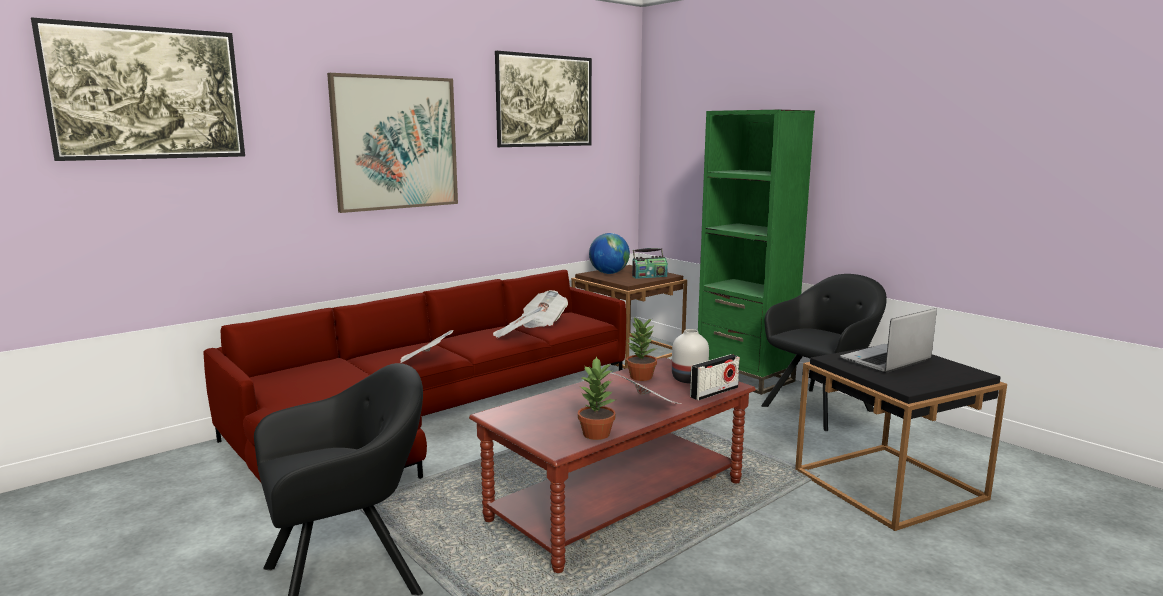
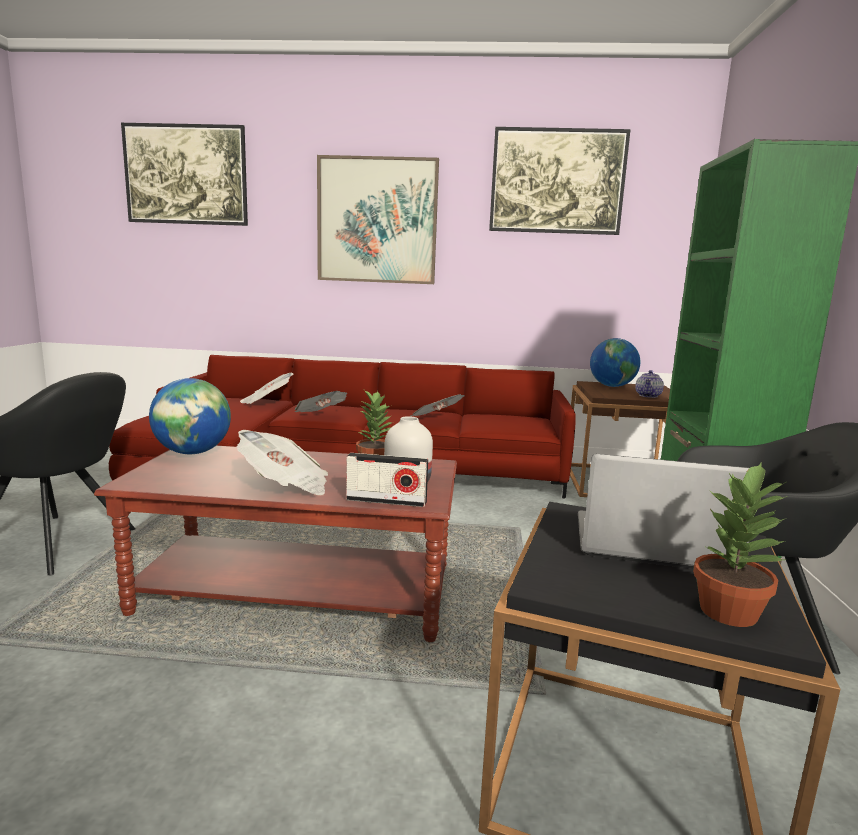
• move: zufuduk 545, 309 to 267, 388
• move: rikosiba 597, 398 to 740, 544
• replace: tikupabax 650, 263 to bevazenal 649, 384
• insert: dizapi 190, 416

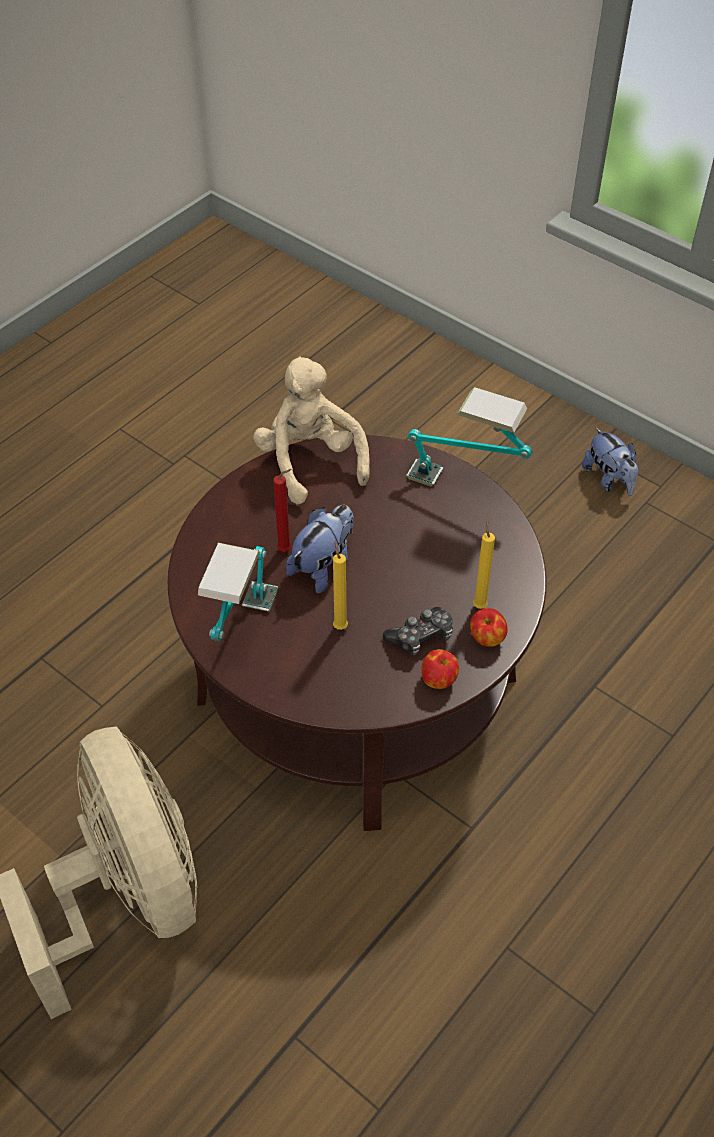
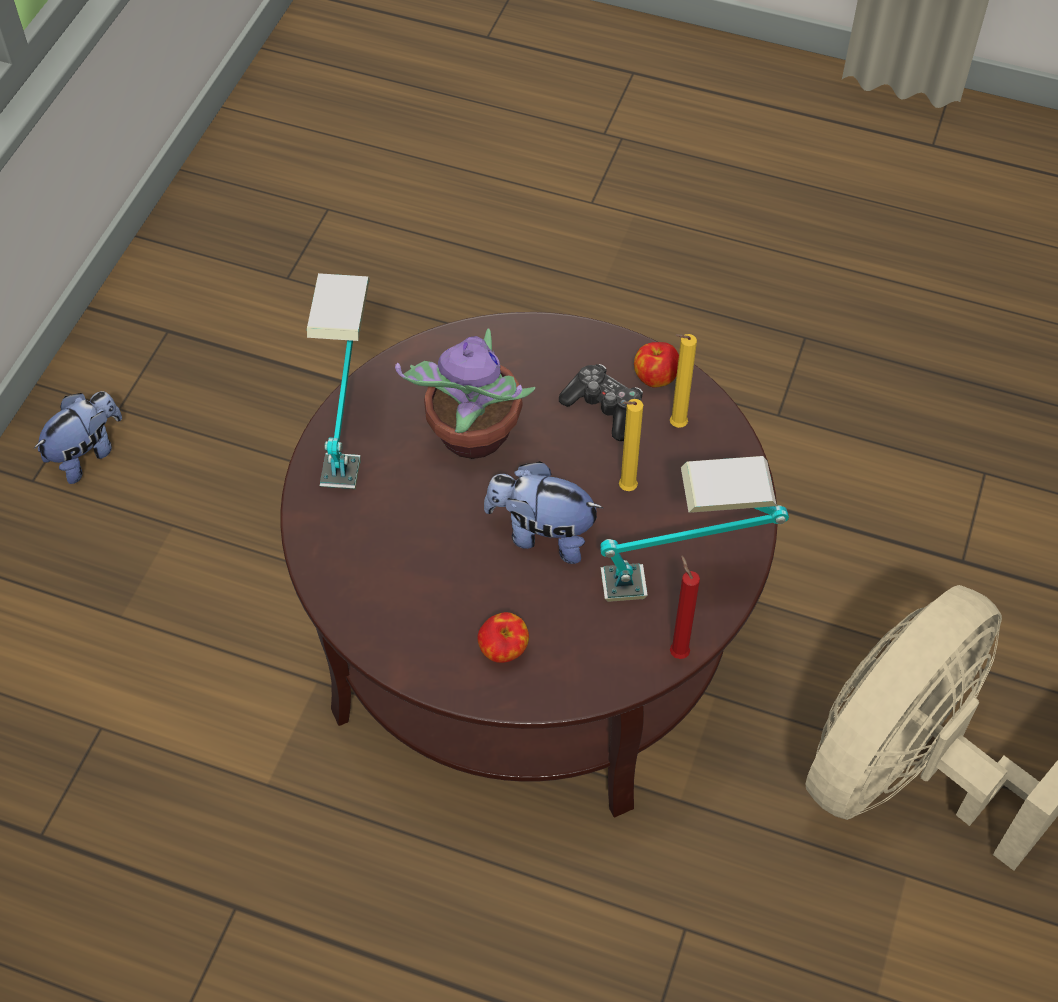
• delete: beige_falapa 311, 430
• move: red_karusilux 282, 510 to 685, 607
• move: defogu 489, 627 to 503, 637
• move: yellow_karusilux 484, 564 to 683, 381
• insert: rikosiba 465, 394

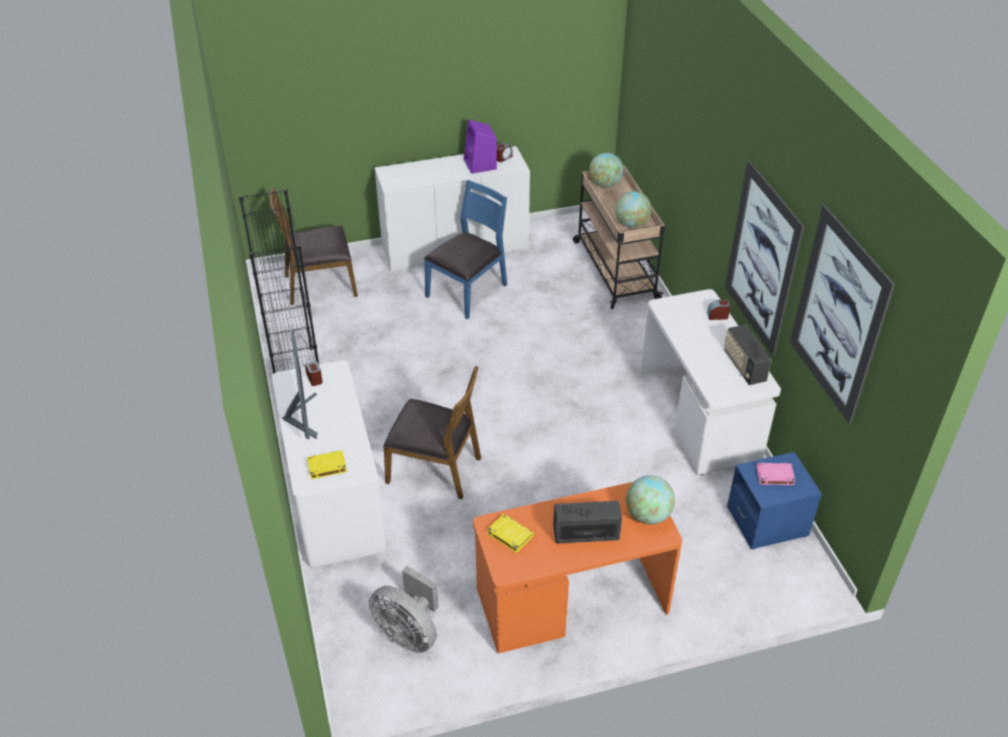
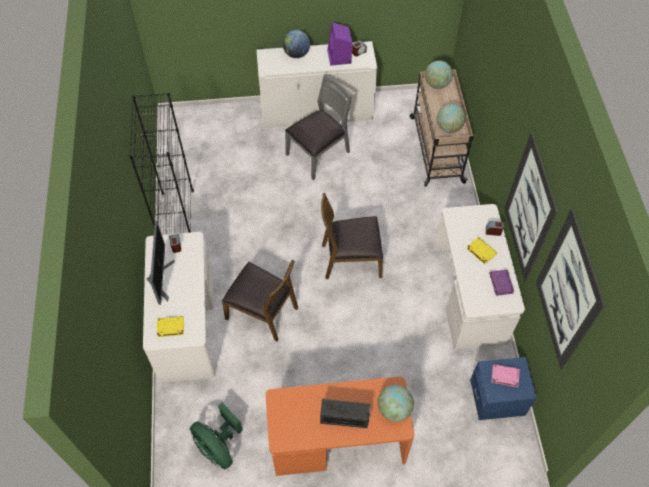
• move: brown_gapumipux 314, 246 to 352, 236
• recolor: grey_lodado 404, 609 to green_lodado 216, 436
• recolor: blue_gapumipux 465, 249 to grey_gapumipux 318, 127
• move: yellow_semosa 510, 533 to 481, 251
• replace: tikupabax 748, 354 to purple_semosa 501, 282
• insert: dizapi 296, 44

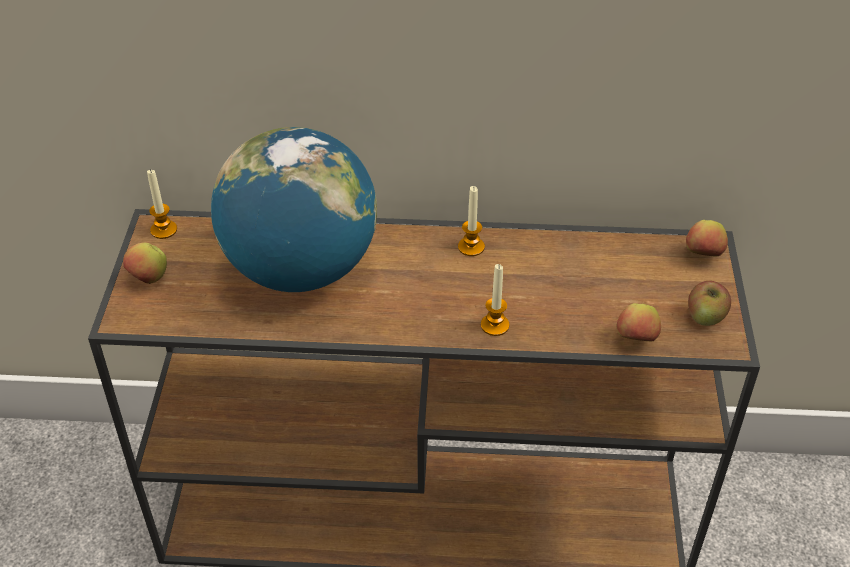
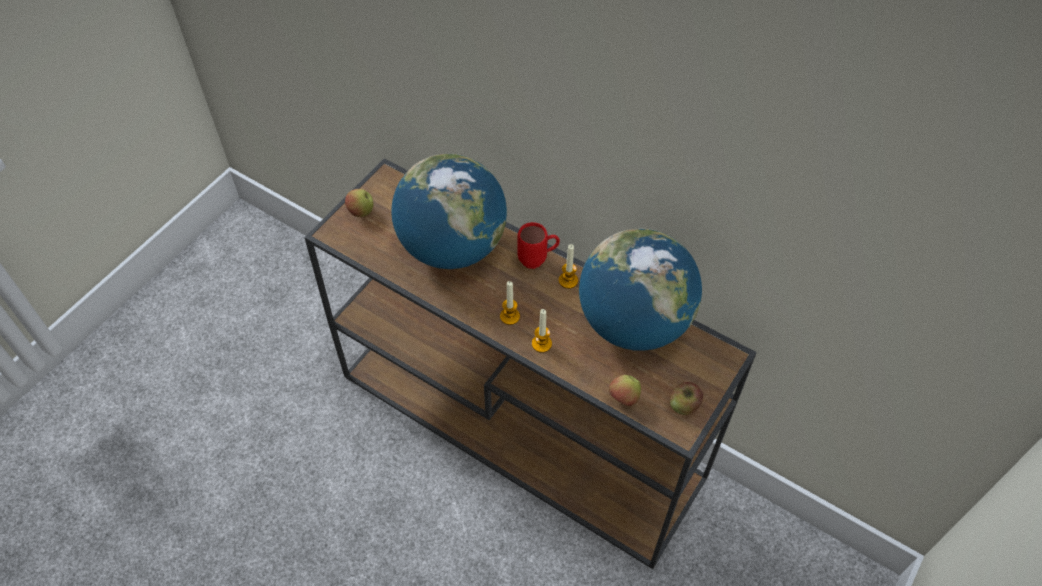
• move: karusilux 162, 204 to 510, 303
• delete: defogu 707, 238
• insert: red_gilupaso 538, 245
• insert: dizapi 640, 290

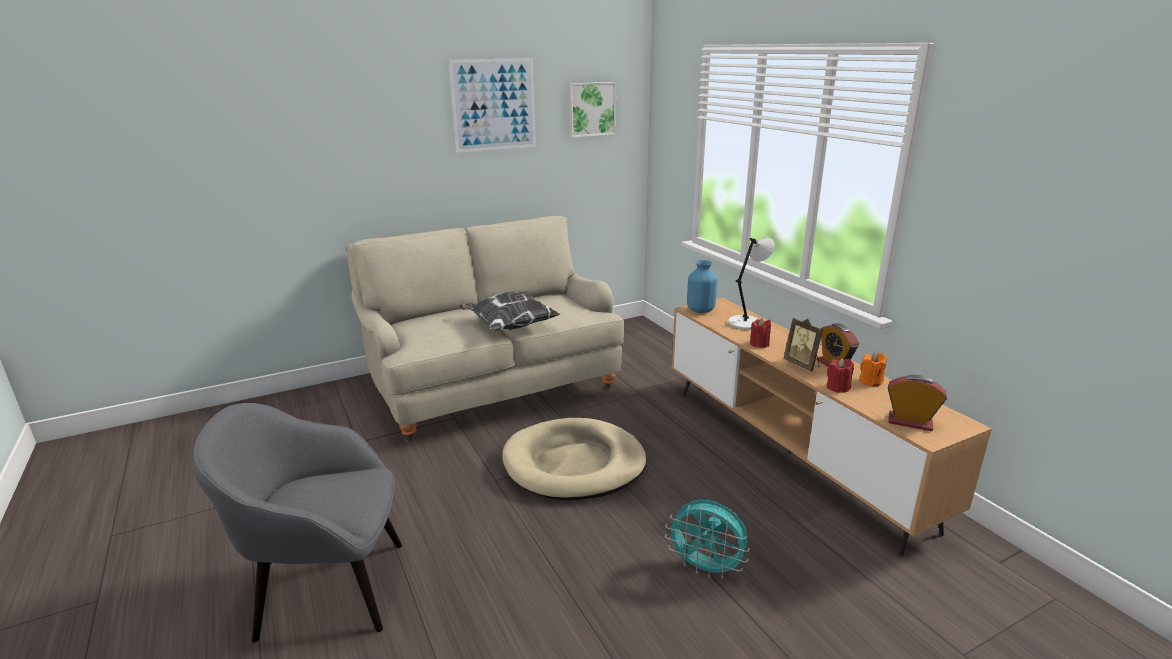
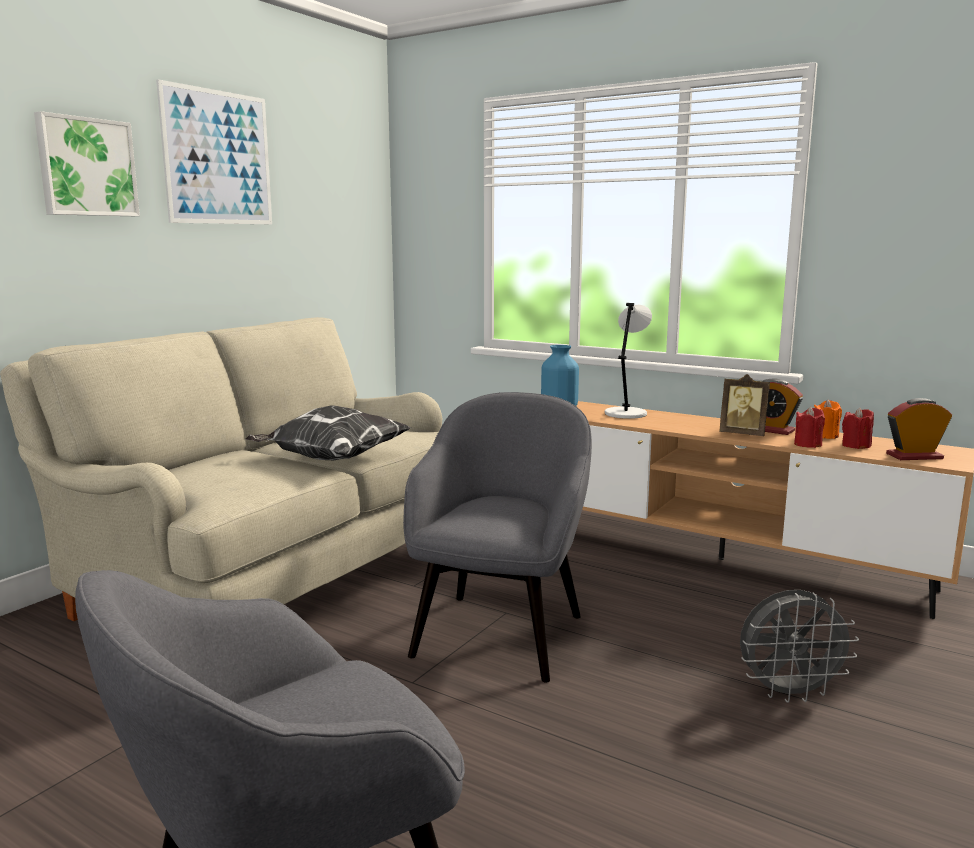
• replace: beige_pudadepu 574, 459 to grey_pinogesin 497, 537
• move: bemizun 592, 110 to 87, 163
• recolor: turquoise_lodado 707, 539 to grey_lodado 799, 646
• move: red_karusilux 760, 333 to 858, 428

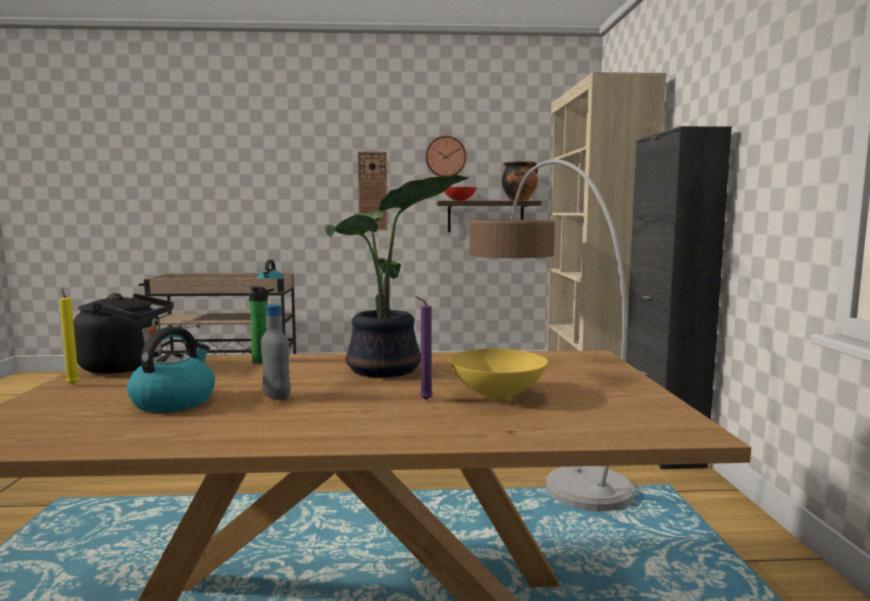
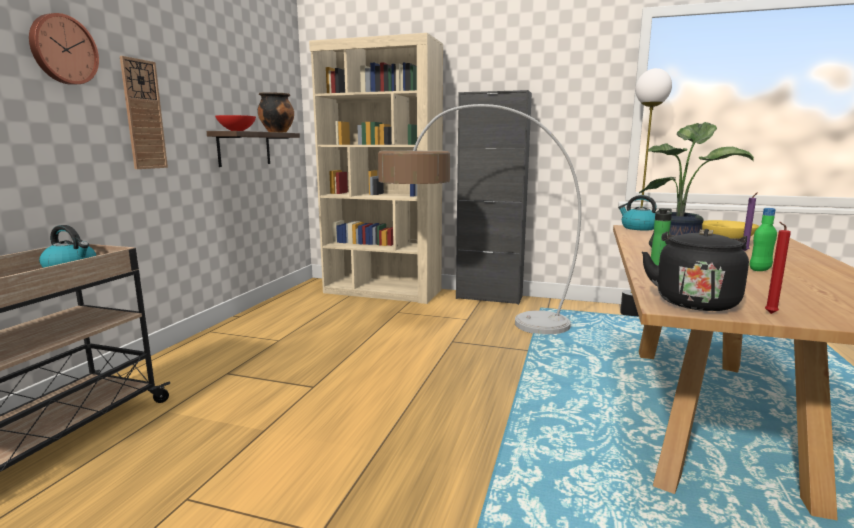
• recolor: yellow_karusilux 69, 336 to red_karusilux 778, 268
• move: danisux 171, 370 to 637, 213
• recolor: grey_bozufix 276, 352 to green_bozufix 763, 239
• move: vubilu 446, 156 to 64, 49
• insert: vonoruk 646, 192

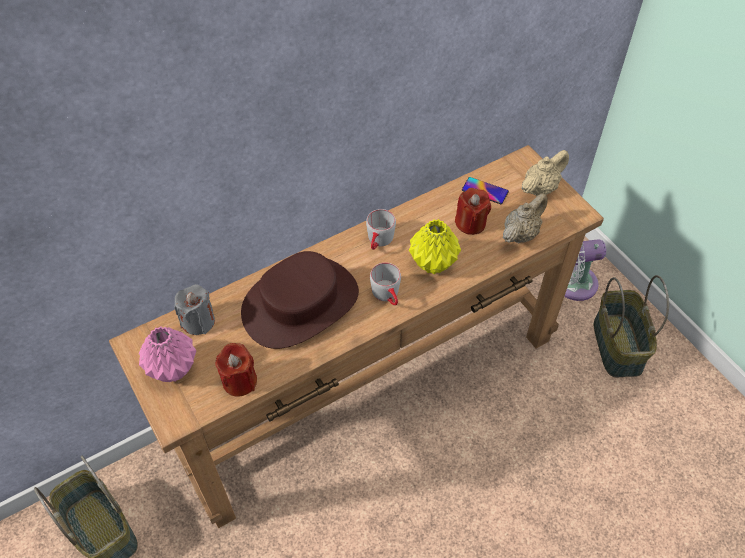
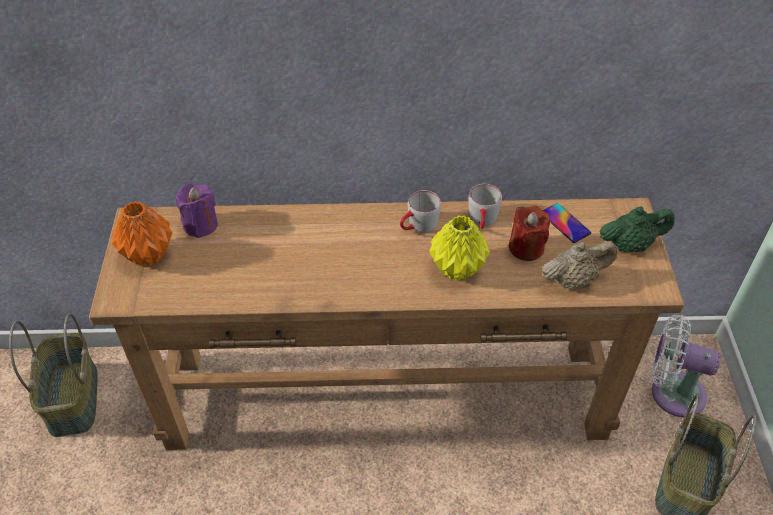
• recolor: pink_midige 167, 354 to orange_midige 142, 233
• recolor: grey_karusilux 194, 309 to purple_karusilux 197, 211
• delete: red_karusilux 236, 370
• delete: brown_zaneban 300, 300
• move: grey_gilupaso 385, 283 to 485, 206
• recolor: beige_bevazenal 545, 173 to green_bevazenal 637, 229

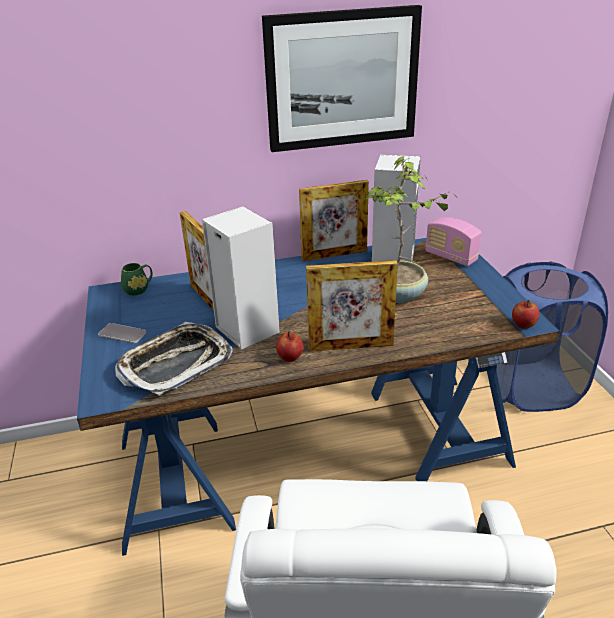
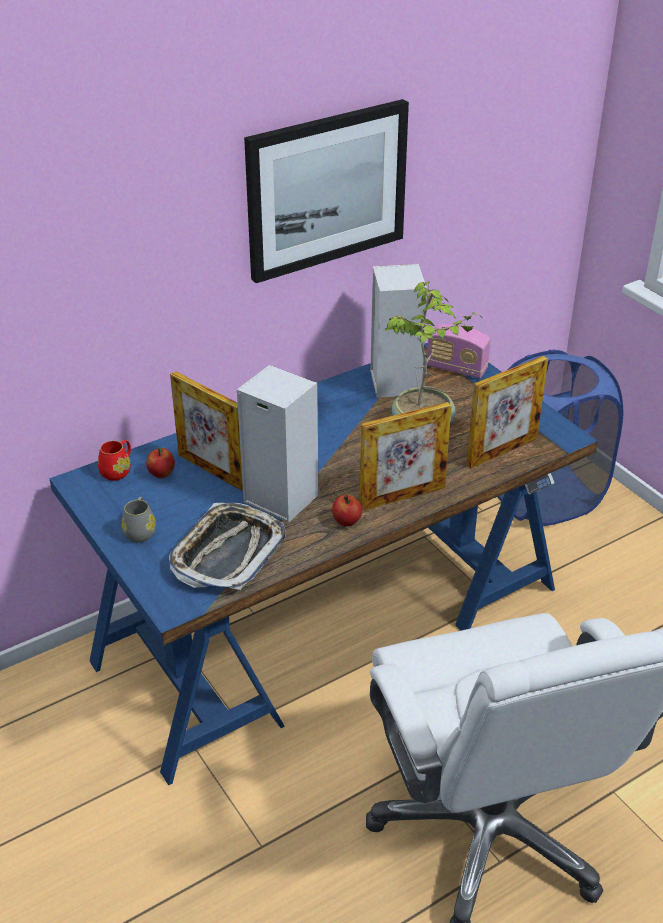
• replace: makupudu 122, 333 to grey_gilupaso 138, 520
• recolor: green_gilupaso 137, 279 to red_gilupaso 114, 460
• move: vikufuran 334, 220 to 507, 411
• move: defogu 525, 314 to 160, 463

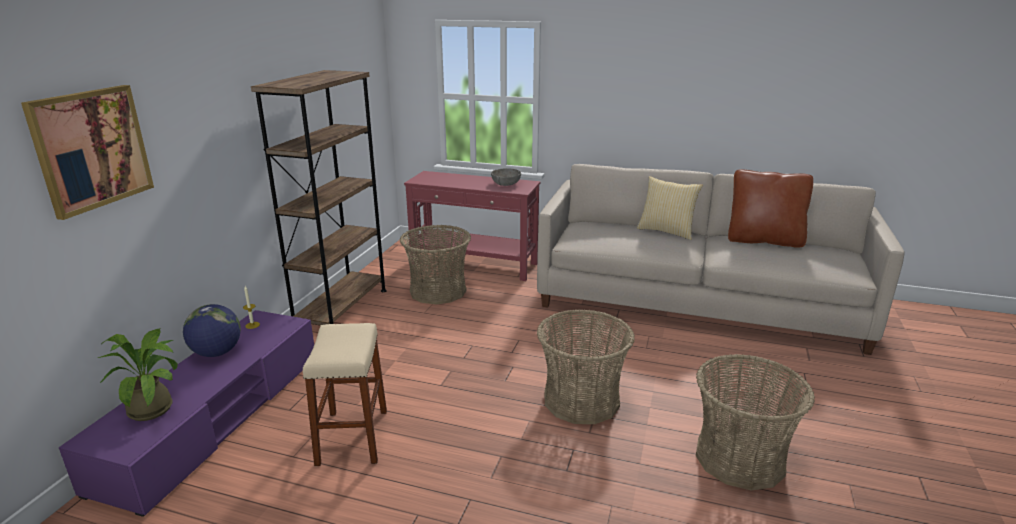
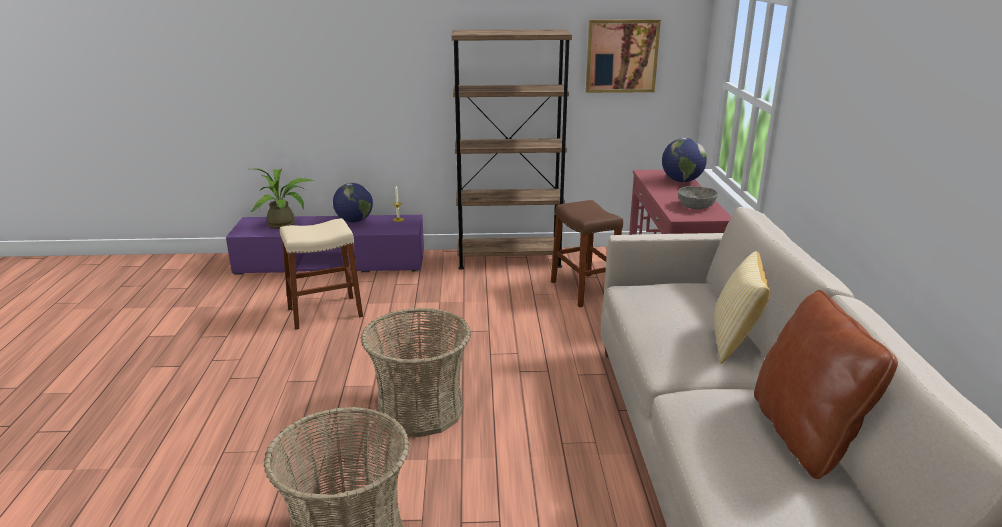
• move: bemizun 87, 152 to 623, 56
• replace: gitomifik 435, 264 to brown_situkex 587, 253
• insert: dizapi 684, 160

